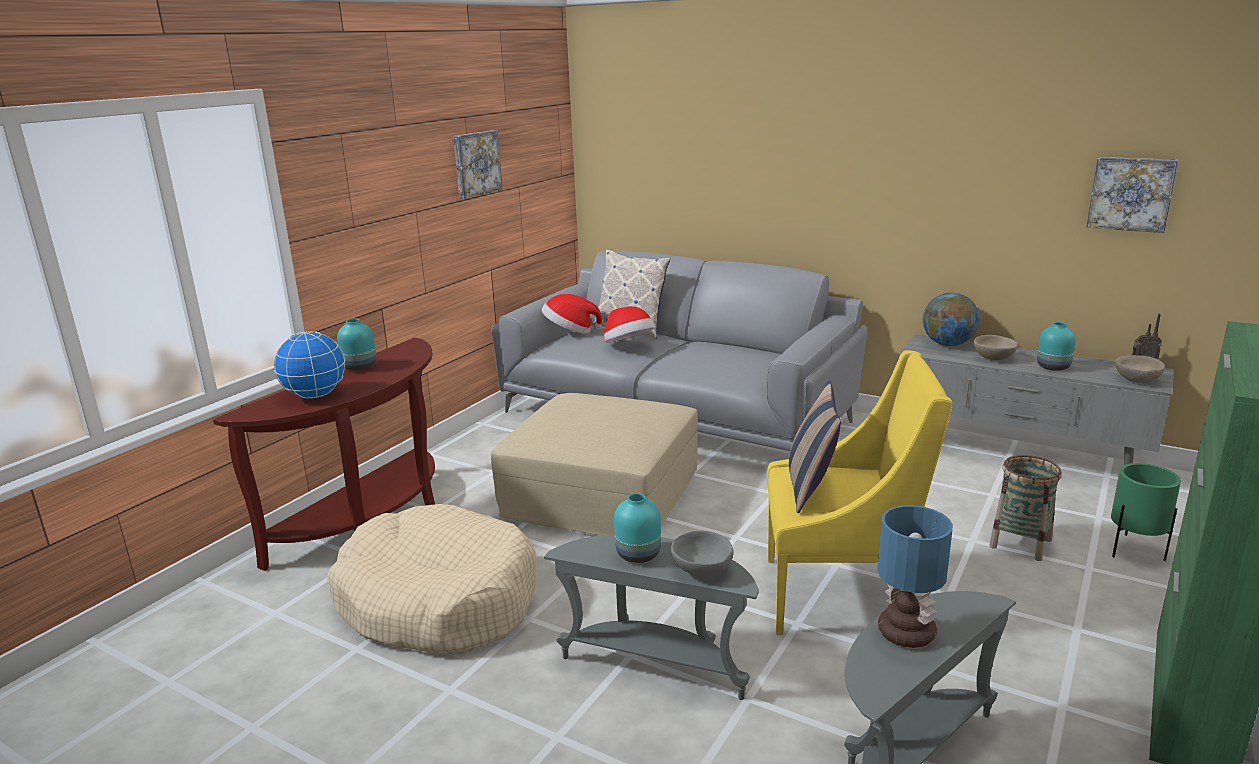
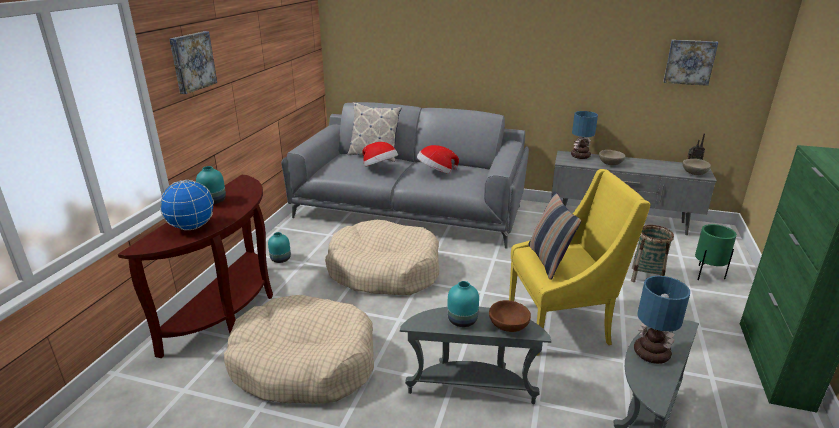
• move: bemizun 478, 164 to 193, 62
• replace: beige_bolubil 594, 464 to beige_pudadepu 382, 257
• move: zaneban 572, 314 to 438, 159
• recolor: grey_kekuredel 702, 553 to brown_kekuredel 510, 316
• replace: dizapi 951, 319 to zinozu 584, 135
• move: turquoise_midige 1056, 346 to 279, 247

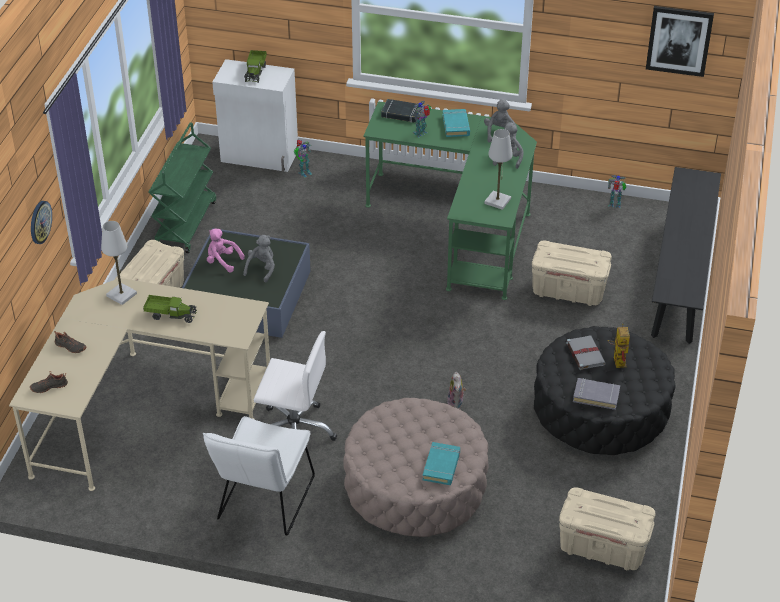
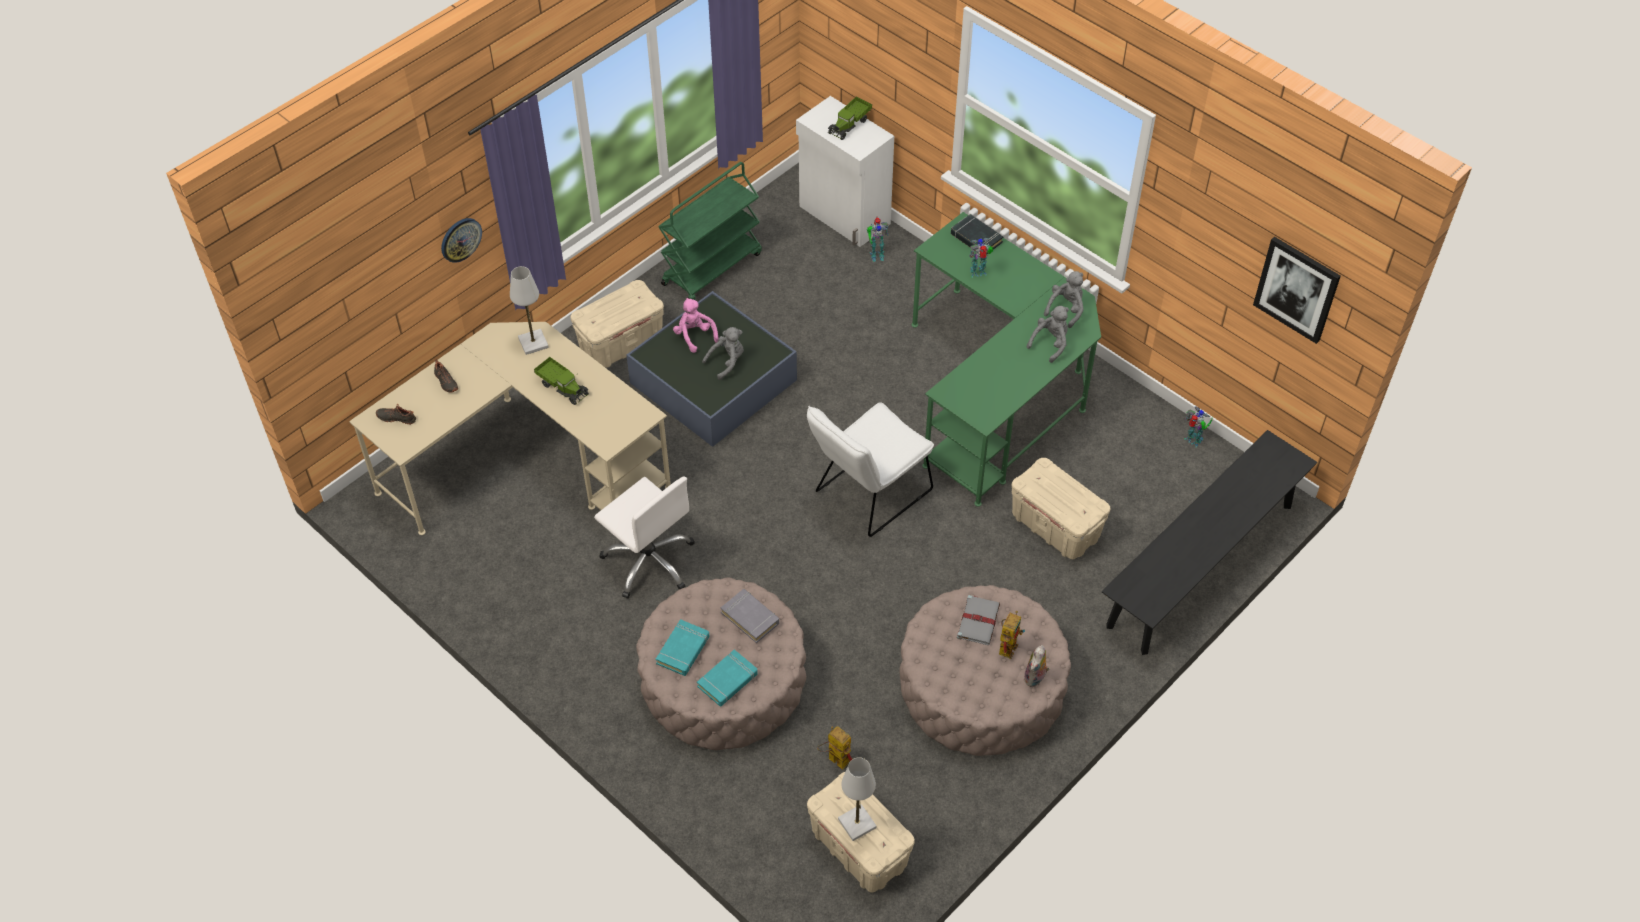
• move: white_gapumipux 259, 476 to 870, 469
• move: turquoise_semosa 456, 123 to 683, 647
• move: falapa 456, 390 to 1036, 666
• move: white_zinozu 498, 169 to 857, 799
• recolor: black_bolubil 605, 390 to beige_bolubil 985, 670
• move: grey_semosa 596, 394 to 750, 616
• insert: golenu 834, 748

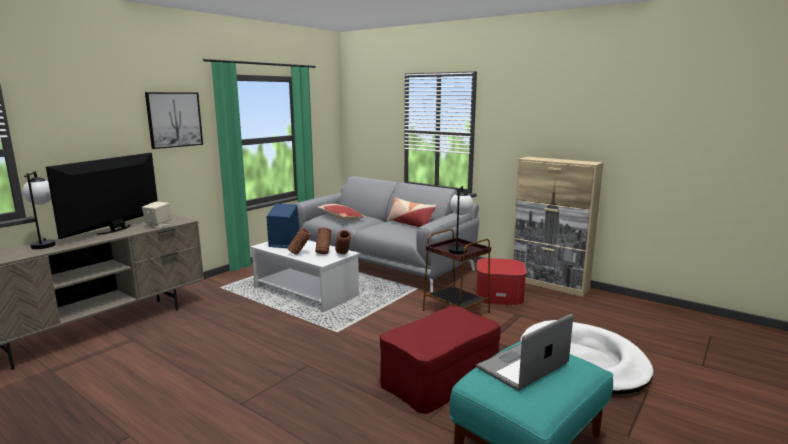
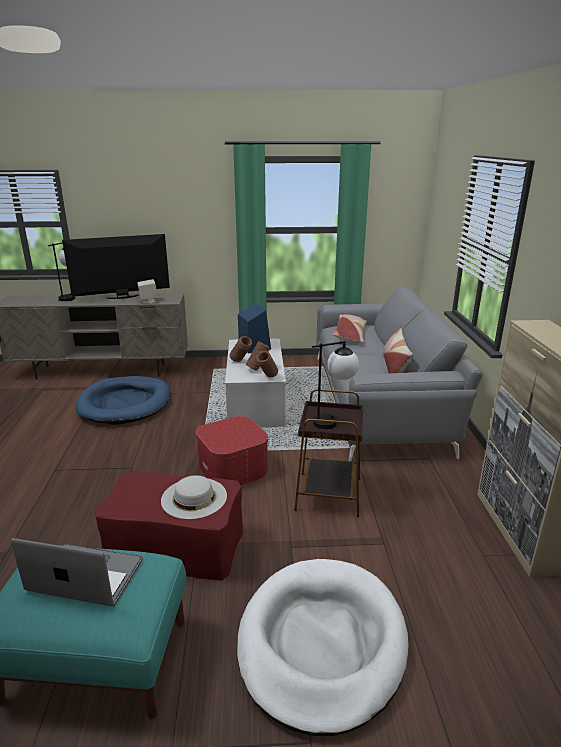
• delete: bemizun 174, 120
• move: bolubil 501, 281 to 232, 450
• insert: blue_pudadepu 122, 400
• insert: white_zaneban 194, 497

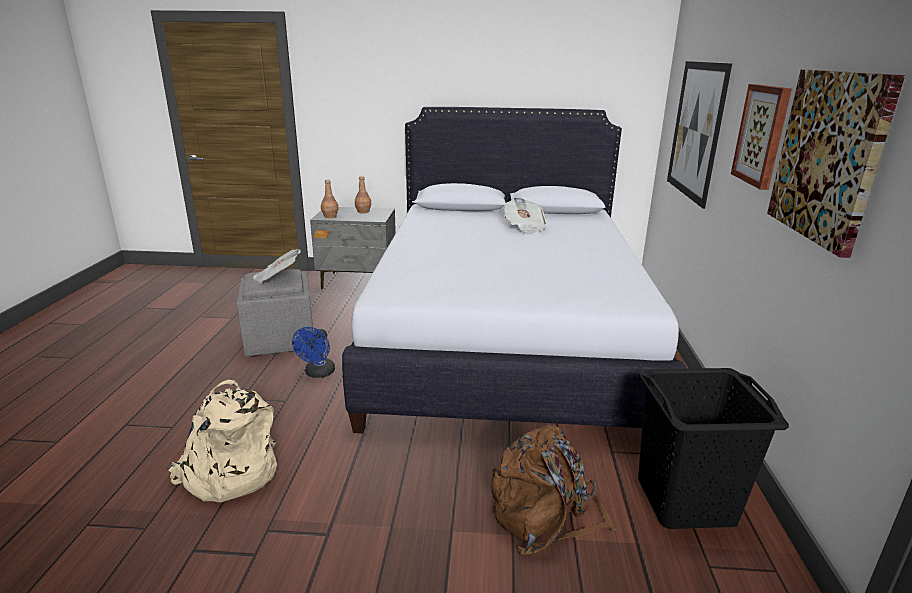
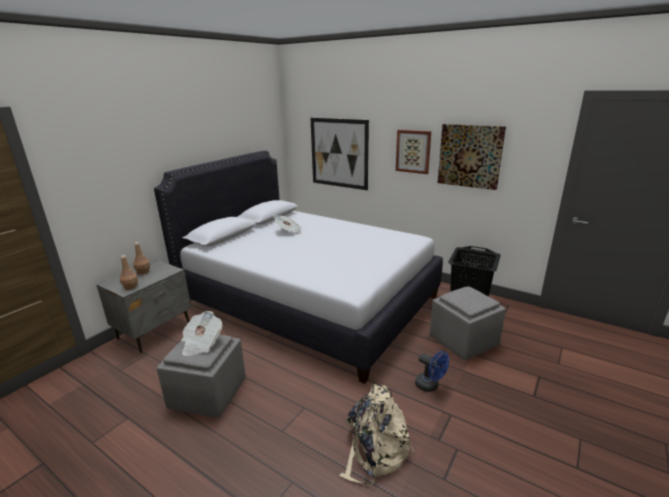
• move: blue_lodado 313, 352 to 432, 371
• replace: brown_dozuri 553, 490 to grey_bolubil 468, 323

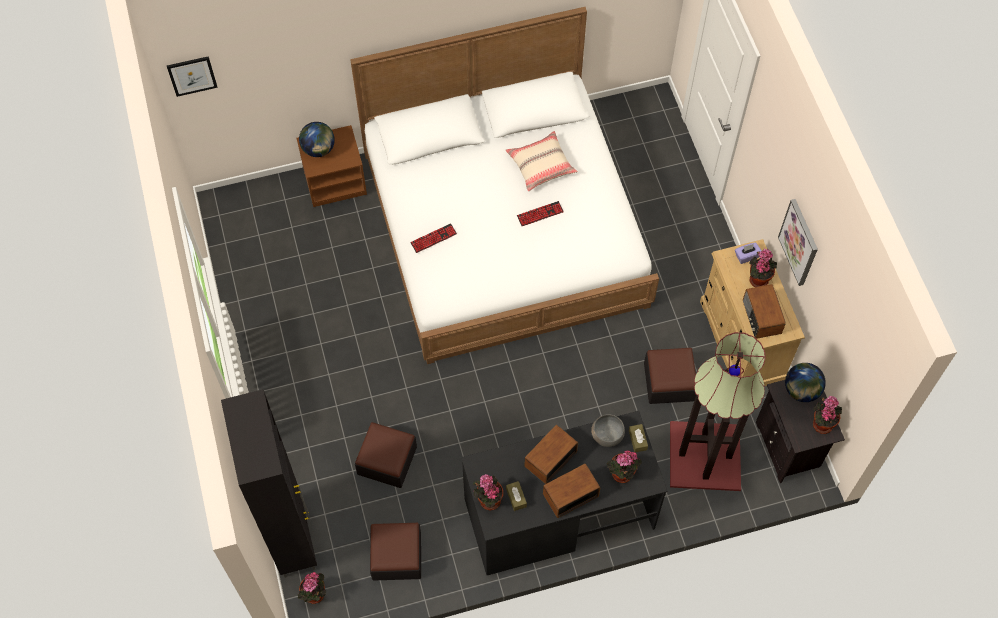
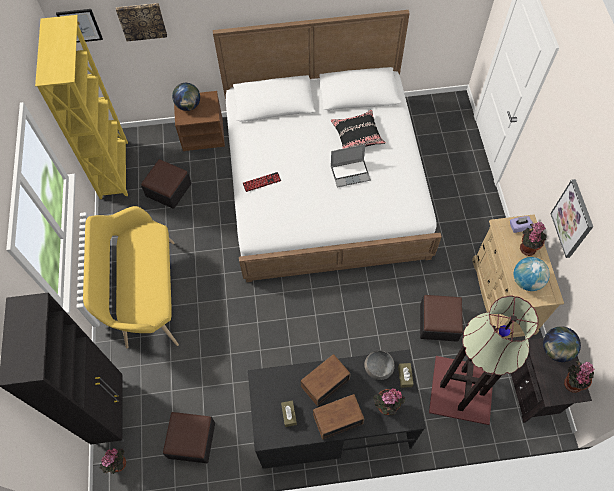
• move: bolubil 386, 455 to 166, 184
• delete: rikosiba 488, 492
• recolor: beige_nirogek 541, 161 to black_nirogek 358, 129
• replace: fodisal 540, 213 to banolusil 351, 166
• replace: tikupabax 764, 311 to dizapi 532, 274
• insert: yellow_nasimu 81, 107
• insert: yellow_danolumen 131, 277
• insert: bemizun 141, 22

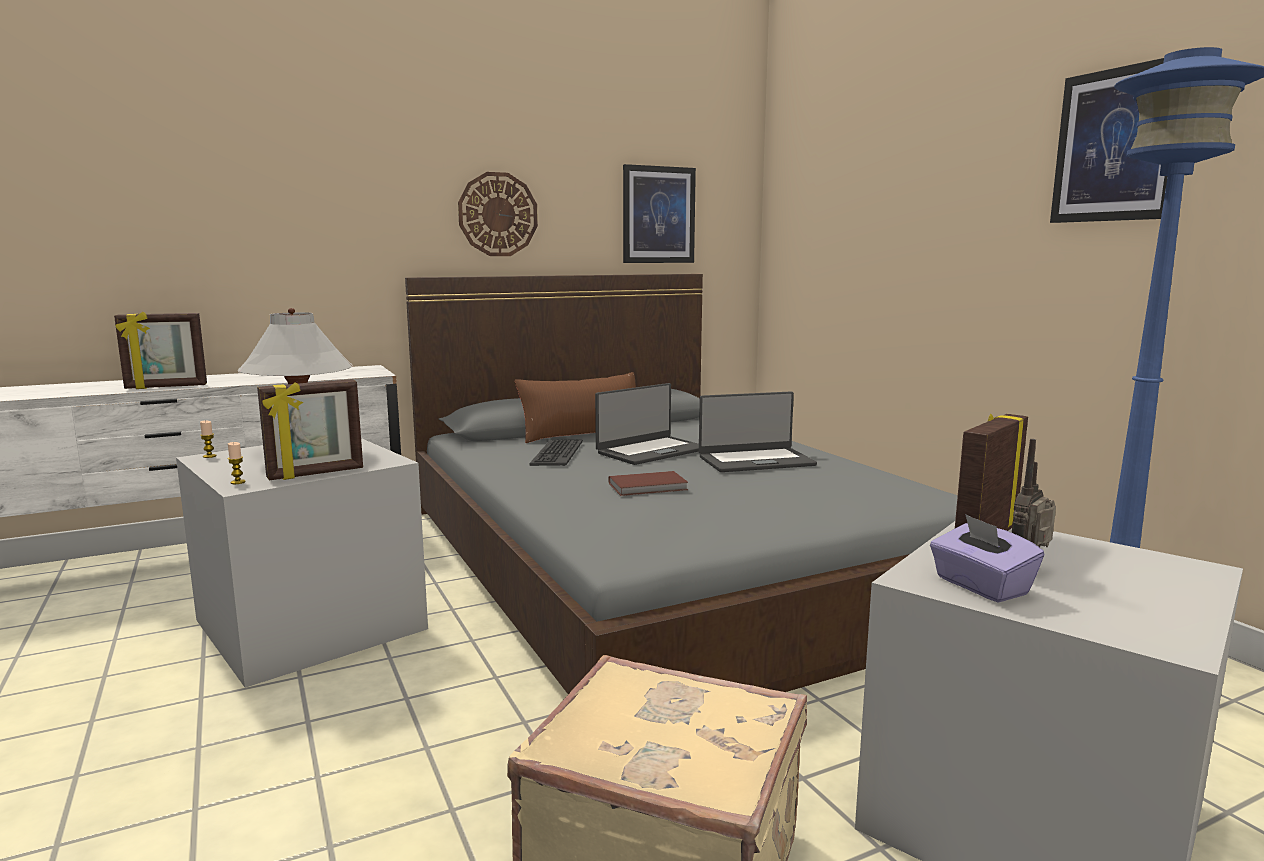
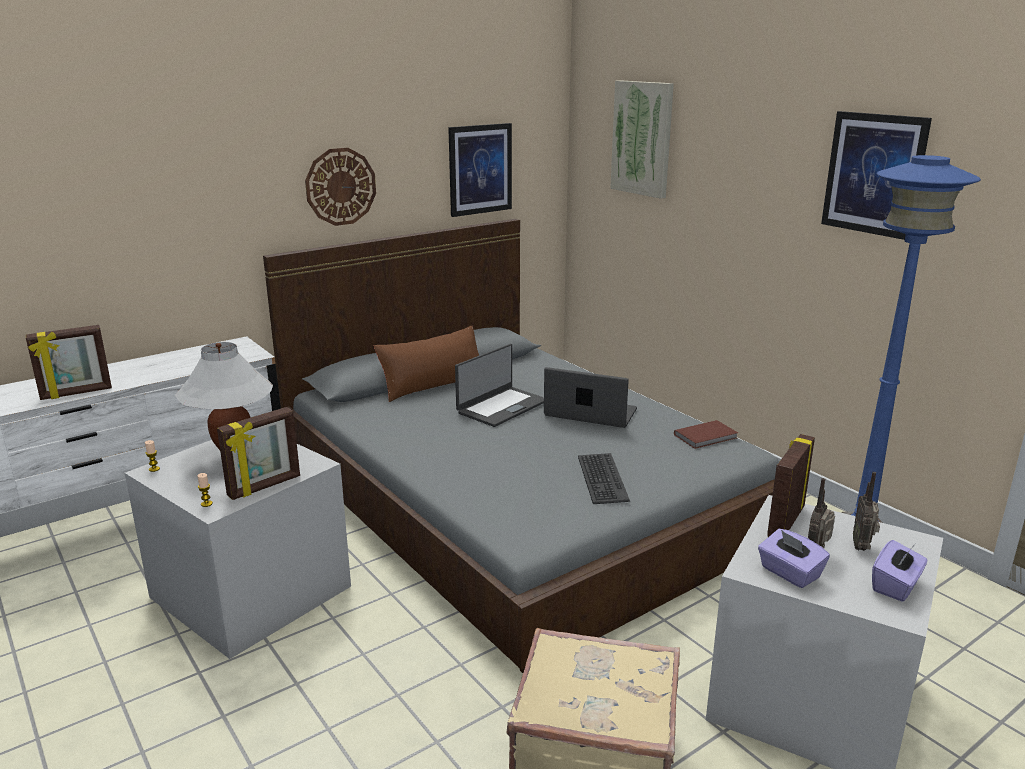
• move: fodisal 556, 453 to 604, 478
• move: brown_semosa 648, 483 to 706, 434
• rotate: banolusil 758, 432 = 590, 397 135 degrees counterclockwise
• insert: bemizun 642, 139
• insert: tikupabax 866, 511
• insert: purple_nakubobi 900, 571

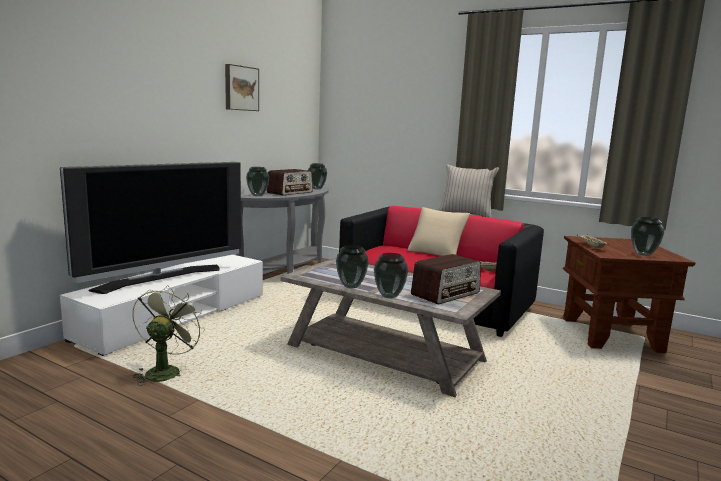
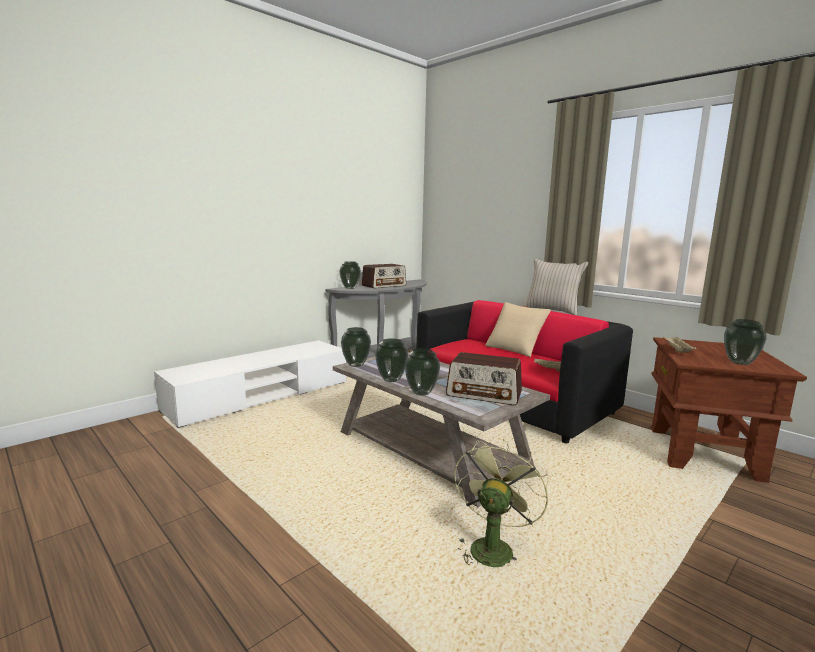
• delete: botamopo 150, 228
• move: green_lodado 168, 335 to 501, 503
• delete: bemizun 242, 87
• move: midige 317, 176 to 356, 347
• rotate: tikupabax 446, 279 = 484, 378 45 degrees clockwise

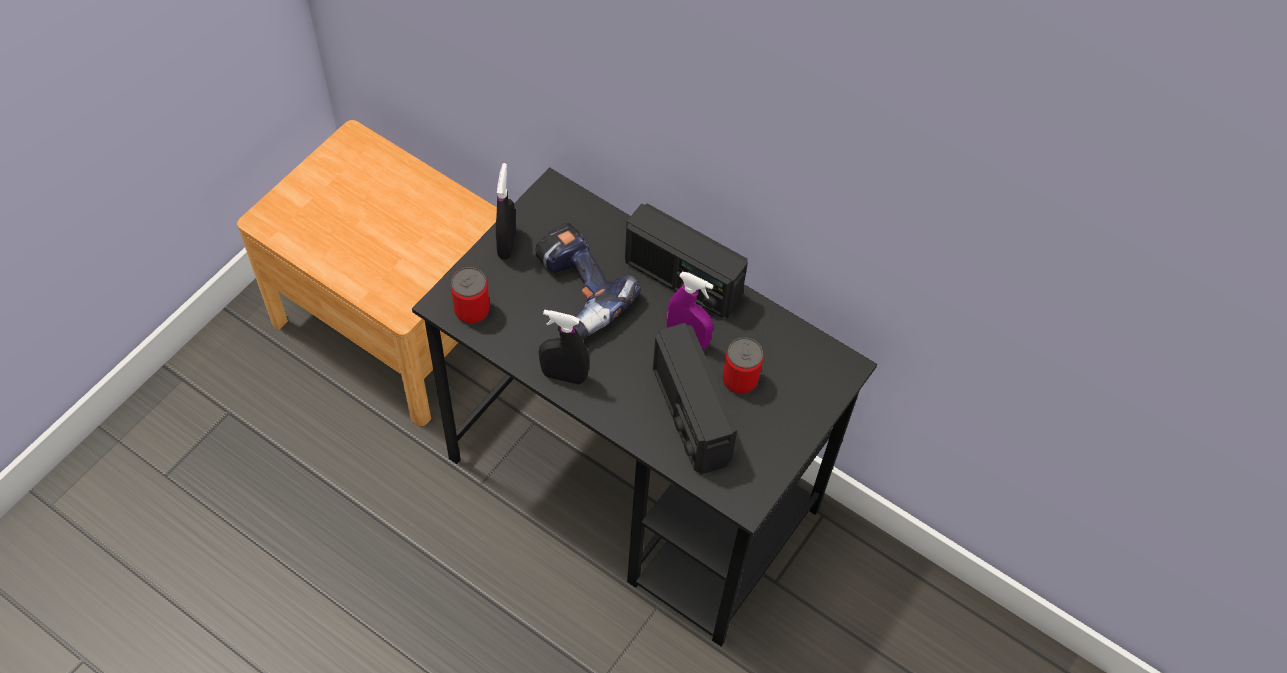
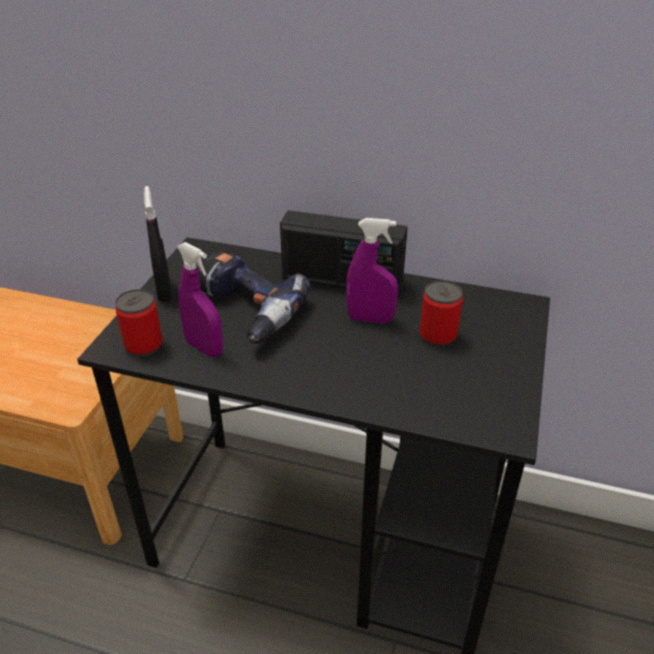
• delete: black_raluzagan 564, 347
• delete: tikupabax 695, 398
• insert: purple_raluzagan 200, 299

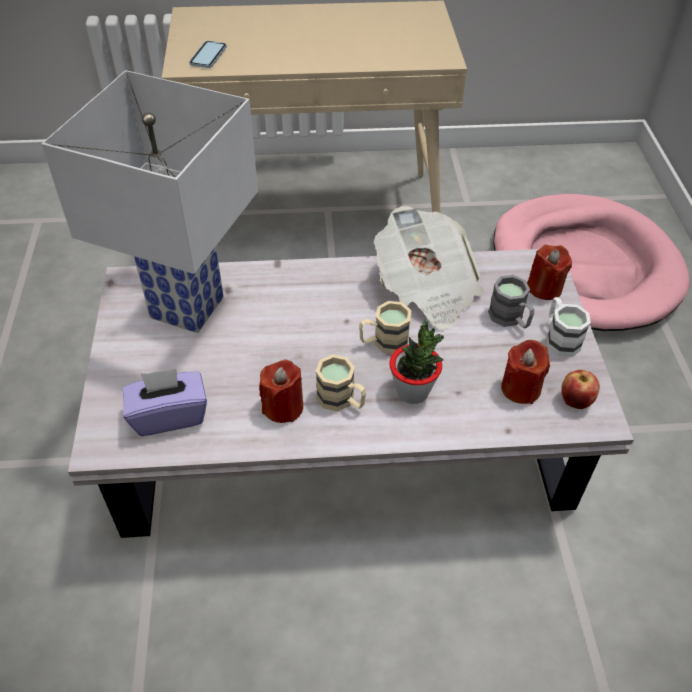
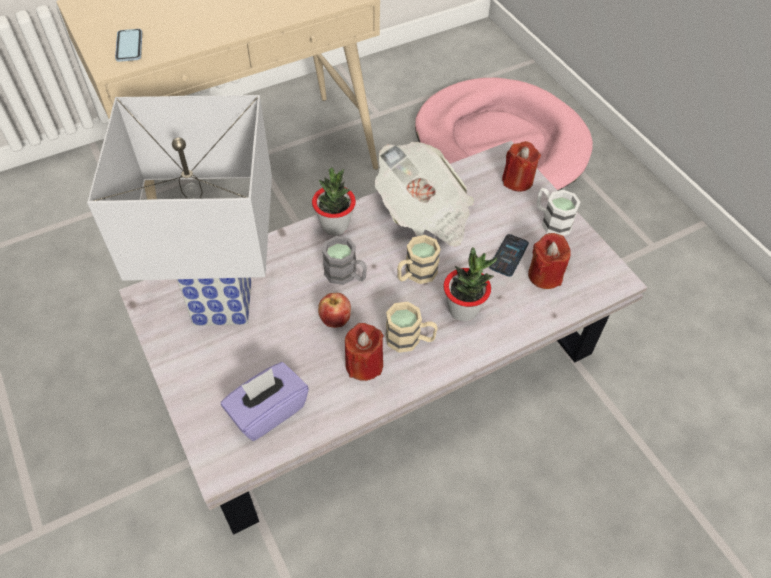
• move: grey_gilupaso 511, 301 to 344, 260
• move: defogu 580, 389 to 334, 310
• insert: rikosiba 334, 201
• insert: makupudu 509, 255

